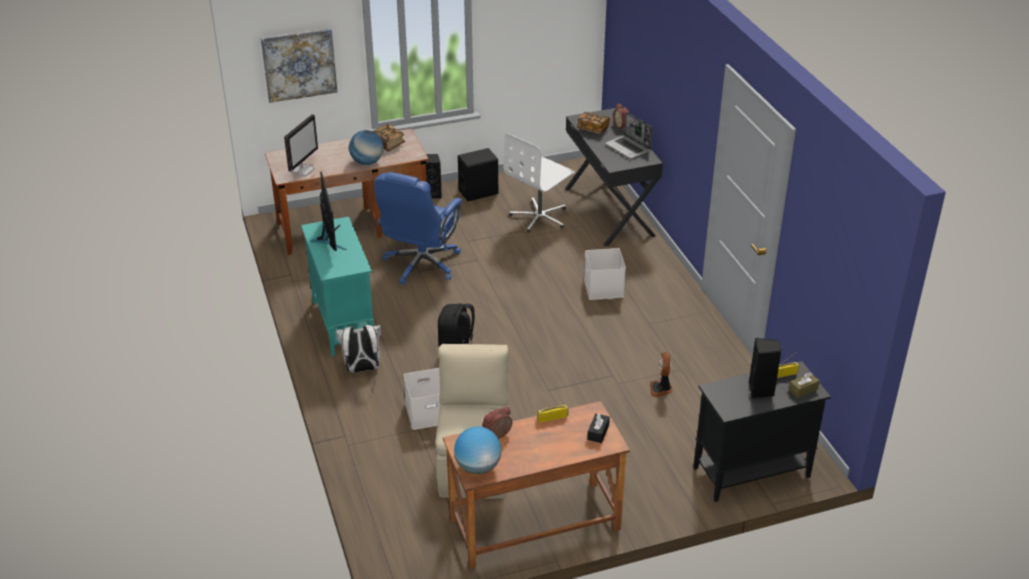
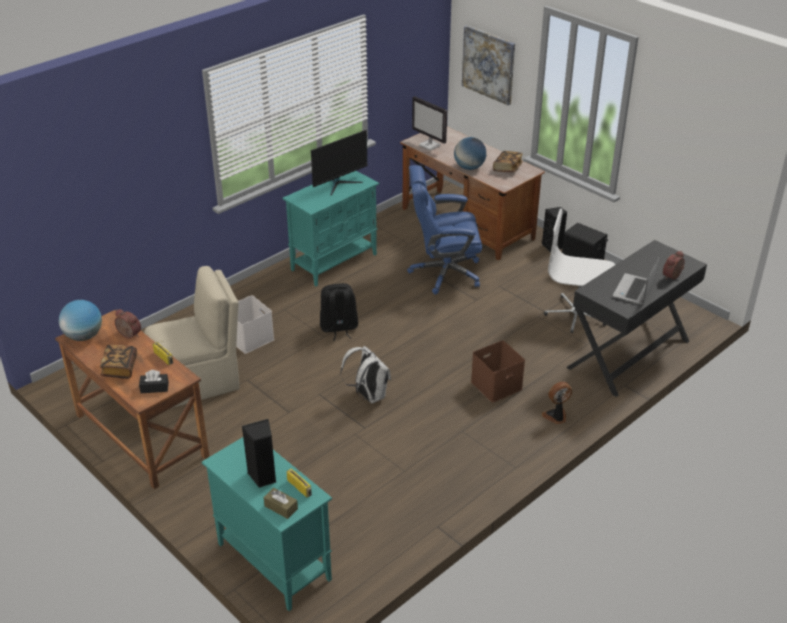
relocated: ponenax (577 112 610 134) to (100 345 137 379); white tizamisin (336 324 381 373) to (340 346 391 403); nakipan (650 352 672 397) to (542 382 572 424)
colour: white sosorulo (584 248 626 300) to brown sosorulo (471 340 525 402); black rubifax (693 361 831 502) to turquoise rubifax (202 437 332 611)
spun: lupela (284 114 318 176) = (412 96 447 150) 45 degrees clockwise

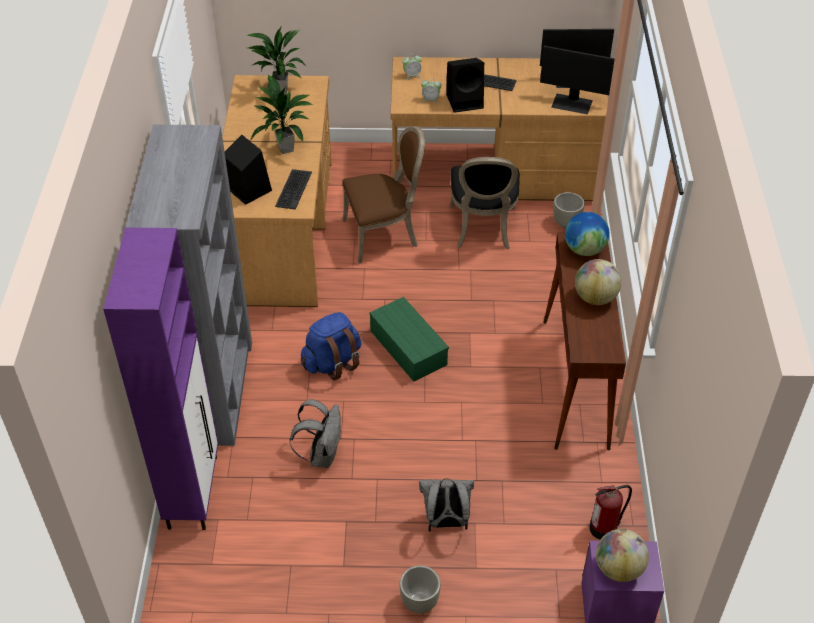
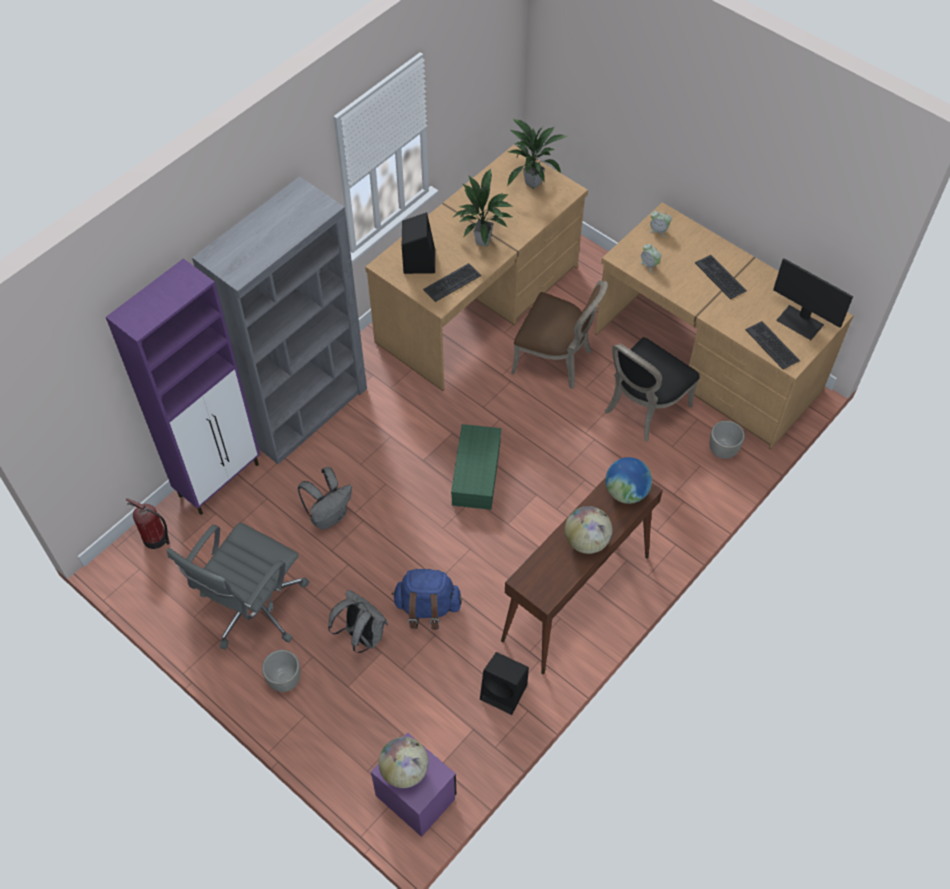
appeared: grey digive (167 523 309 649)
relocated: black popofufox (446 58 484 113) to (480 652 529 715); blue tizamisin (301 312 361 381) to (392 569 462 630); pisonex (589 485 632 540) to (126 498 170 549)
exchanged: lupela (540 46 615 115) to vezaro (746 321 800 370)

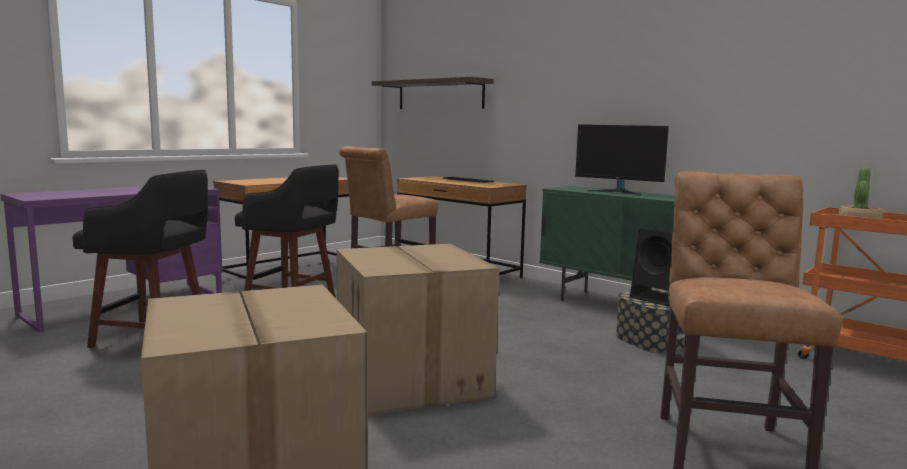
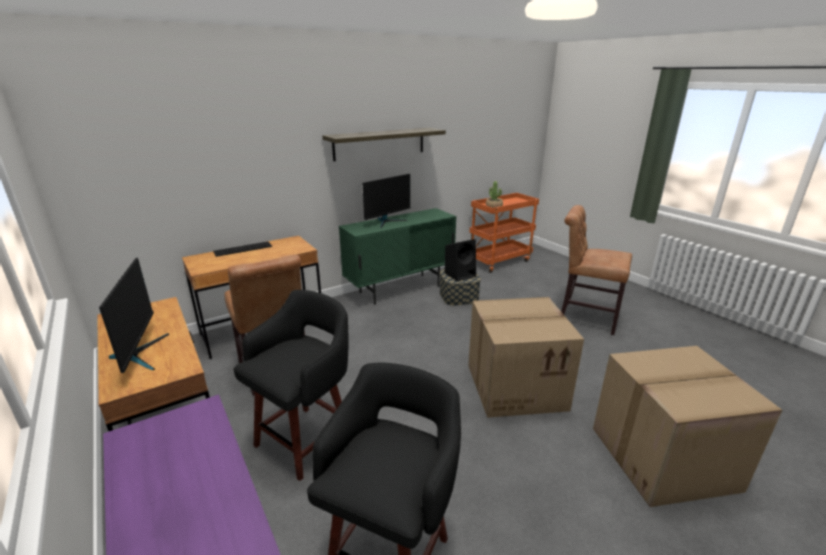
appeared: lupela (99 258 169 373)
relocated: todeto (372 76 494 109) to (322 128 446 161)

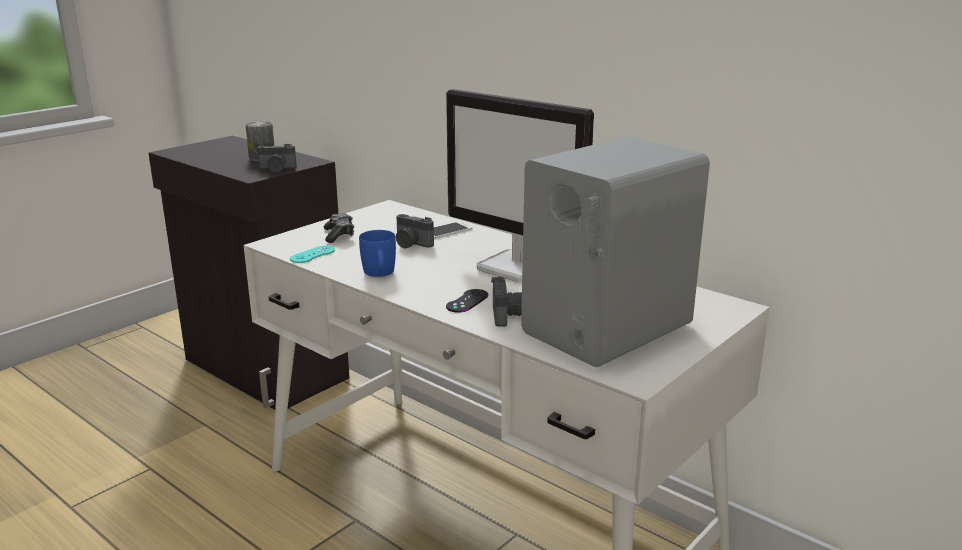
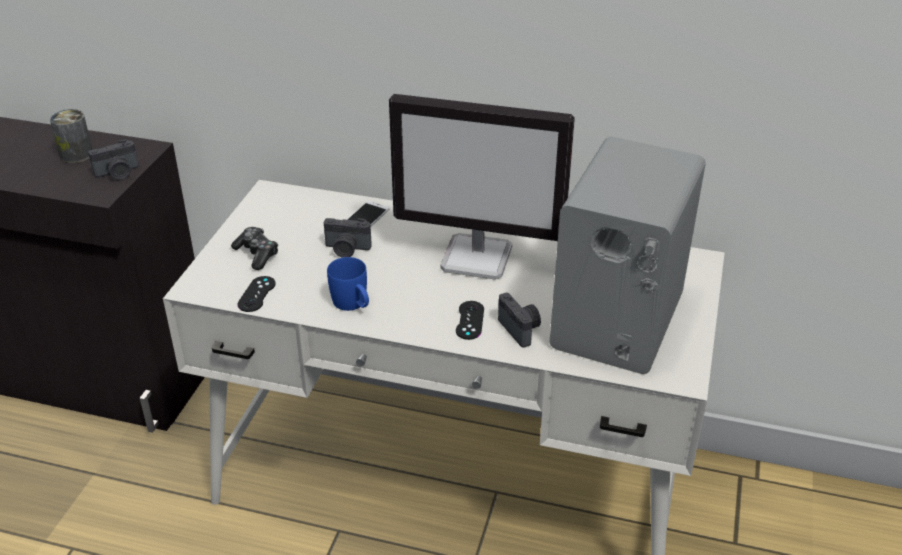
colour: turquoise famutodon (290 246 335 263) to black famutodon (237 276 276 312)

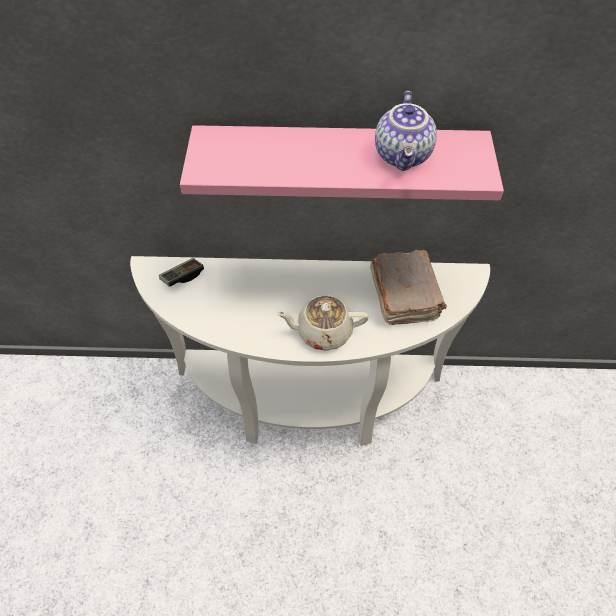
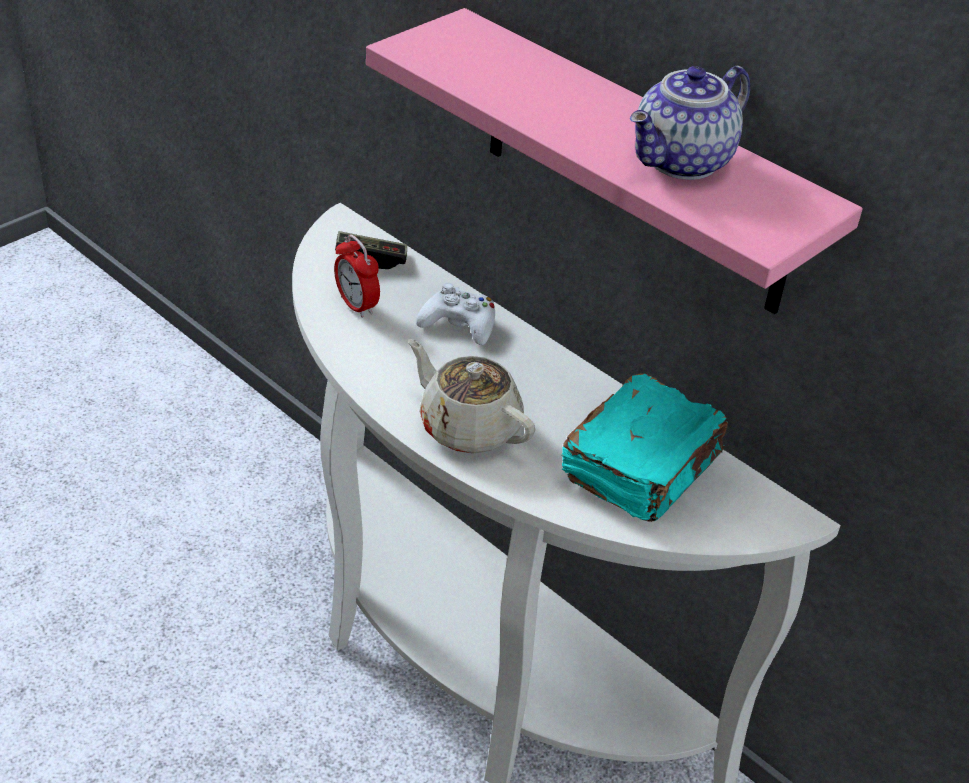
appeared: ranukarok (334 235 380 318); white famutodon (416 283 495 345)
colour: brown ponenax (370 249 447 325) to turquoise ponenax (561 374 728 522)

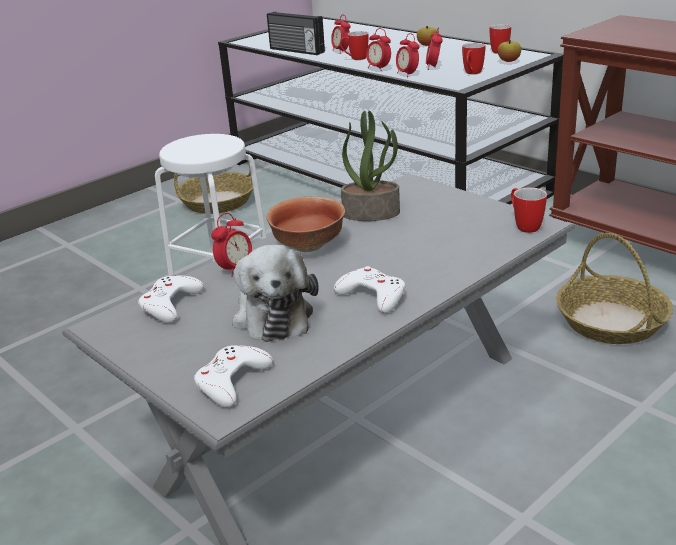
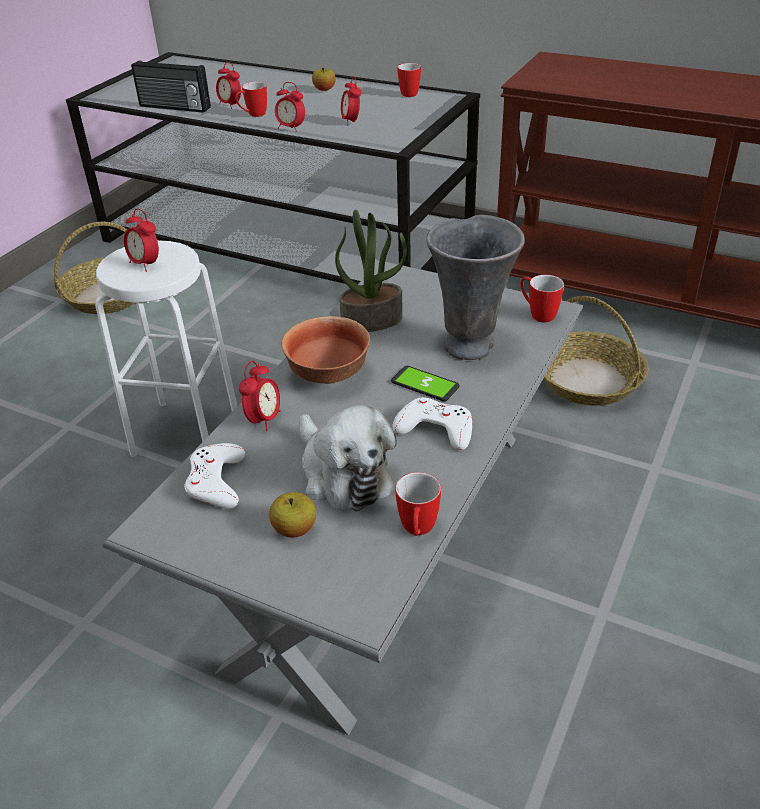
missing: white famutodon (194 345 273 408)
appeared: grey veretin (426 215 525 360); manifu (391 366 460 401)
relocated: ranukarok (396 33 419 77) to (124 208 159 272); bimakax (498 40 521 62) to (269 492 316 537); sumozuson (462 43 486 74) to (395 472 441 536)

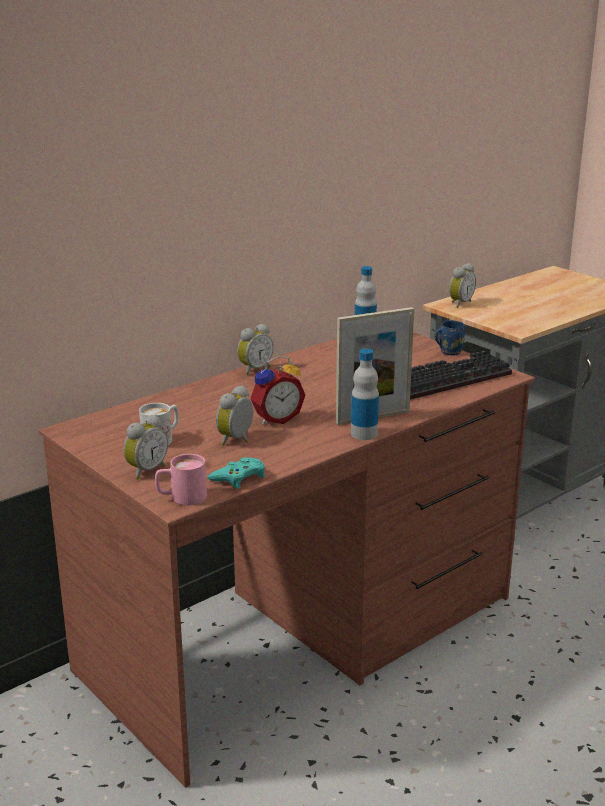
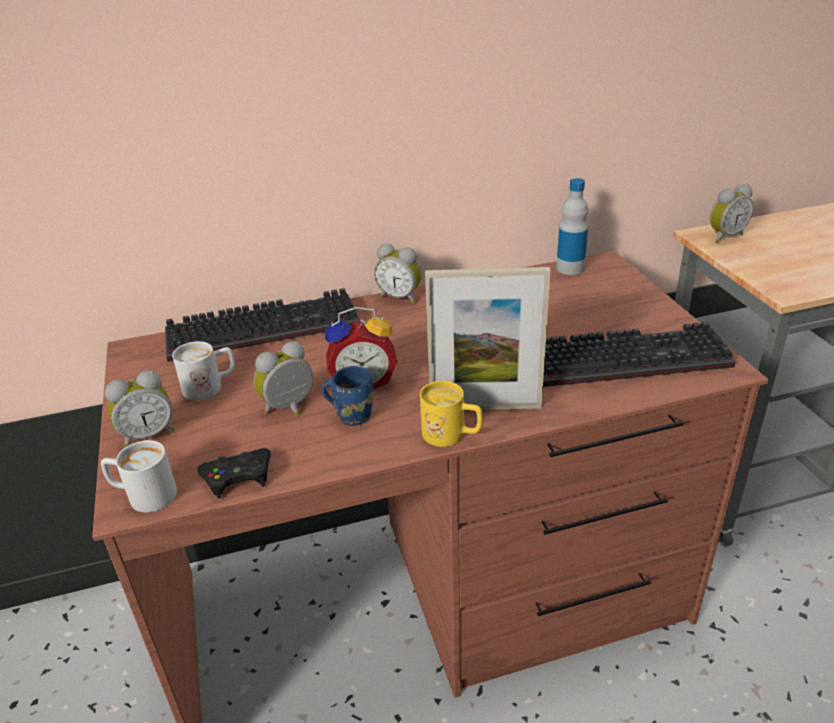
appeared: vezaro (165 288 360 362)
relocated: blue sumozuson (434 320 466 356) to (322 366 373 426)
exchanged: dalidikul (351 349 379 440) to yellow sumozuson (420 381 483 447)
colour: pink sumozuson (155 454 207 505) to white sumozuson (101 440 177 512); turquoise famutodon (207 458 265 489) to black famutodon (197 448 271 499)
spun: ranukarok (237 324 274 375) = (374 244 422 304) 45 degrees clockwise

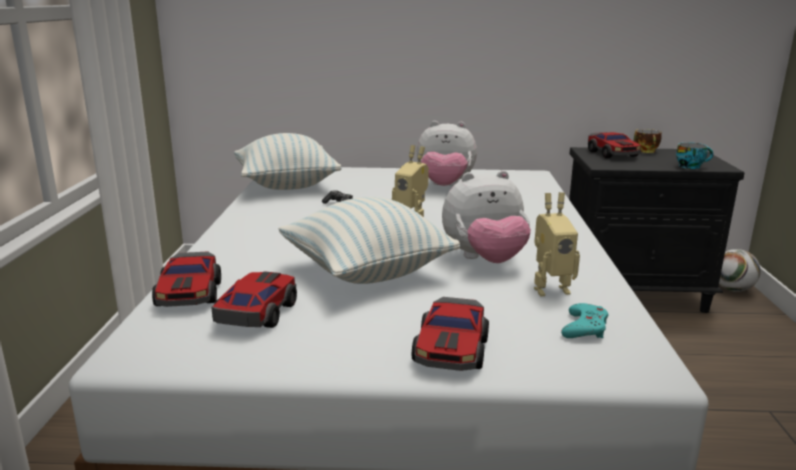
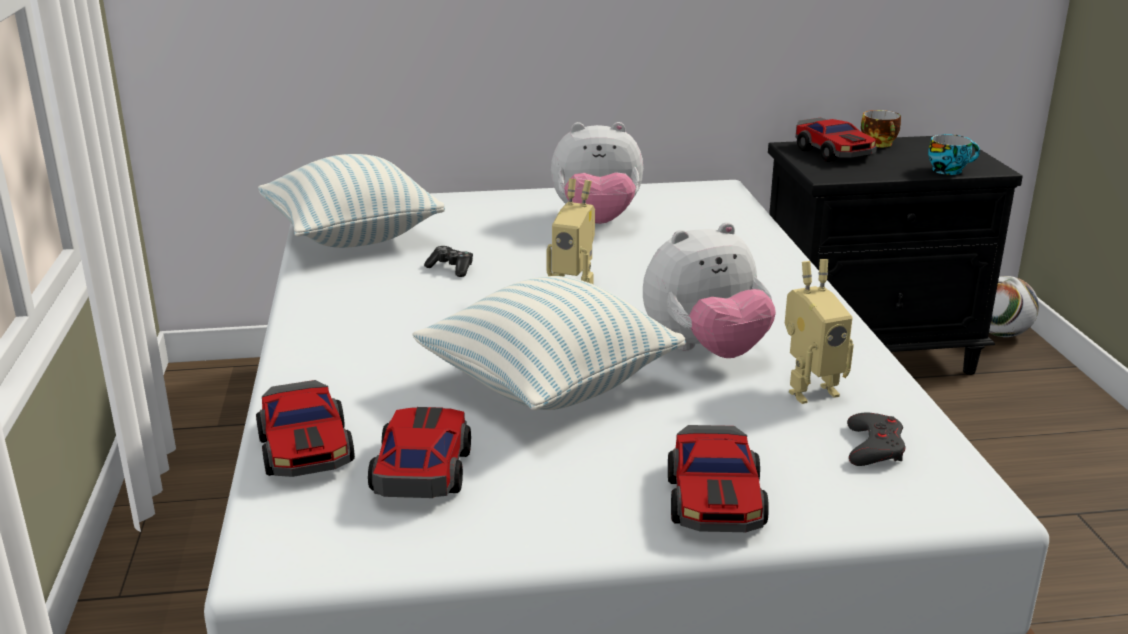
colour: turquoise famutodon (561 303 608 338) to grey famutodon (847 412 906 466)

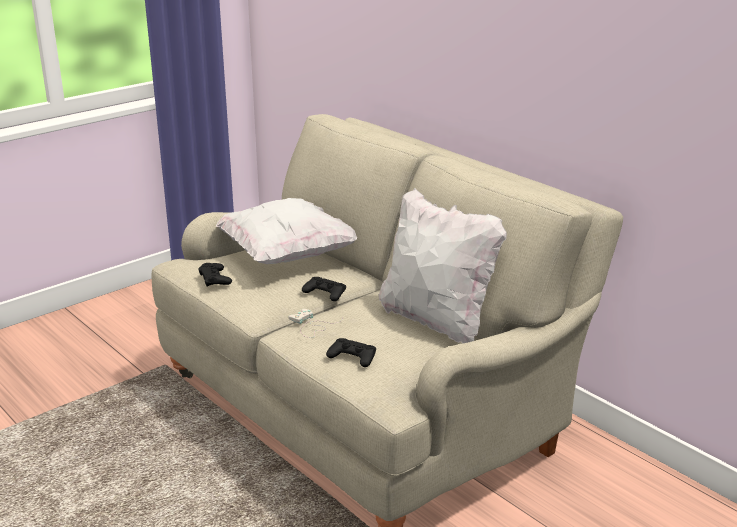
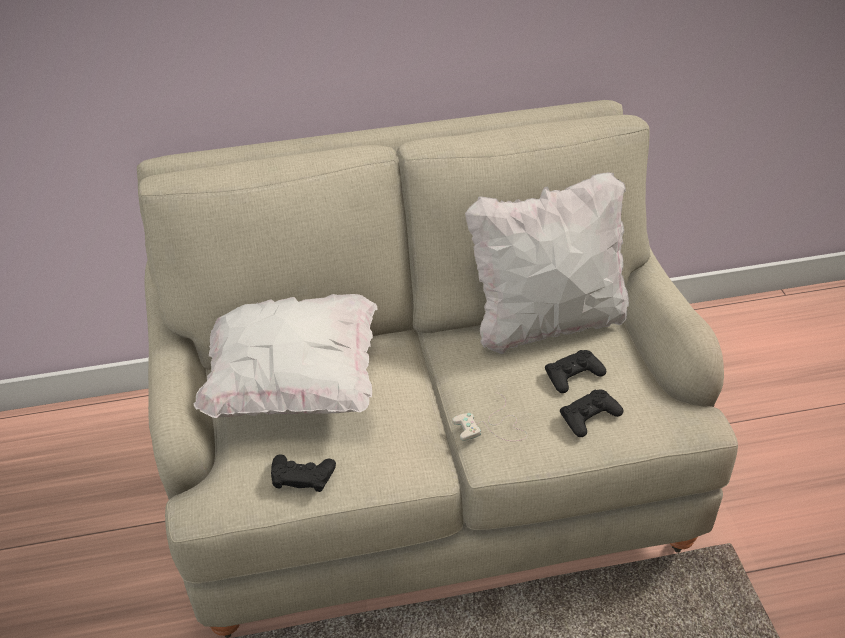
relocated: black famutodon (302 277 346 301) to (545 350 607 393)

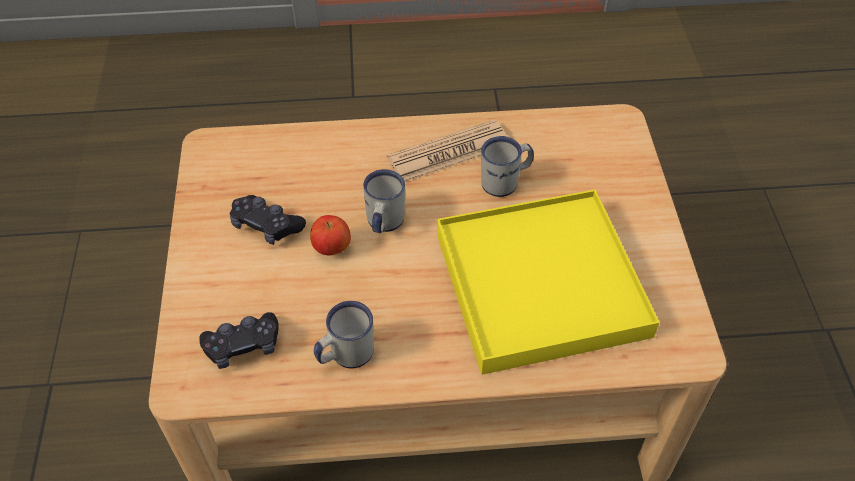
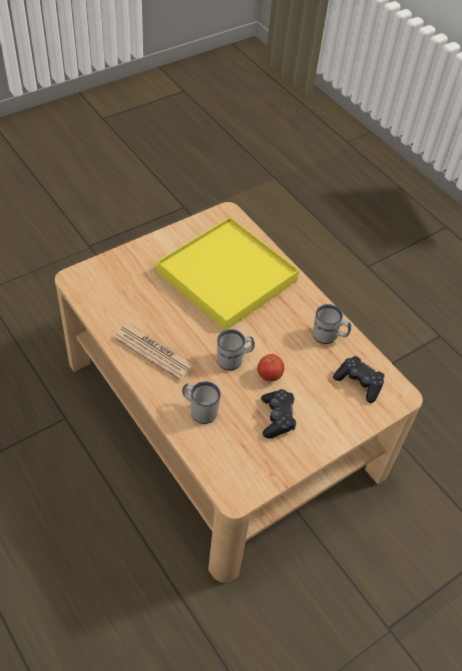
relocated: white sumozuson (481 136 534 197) to (182 382 221 424)

